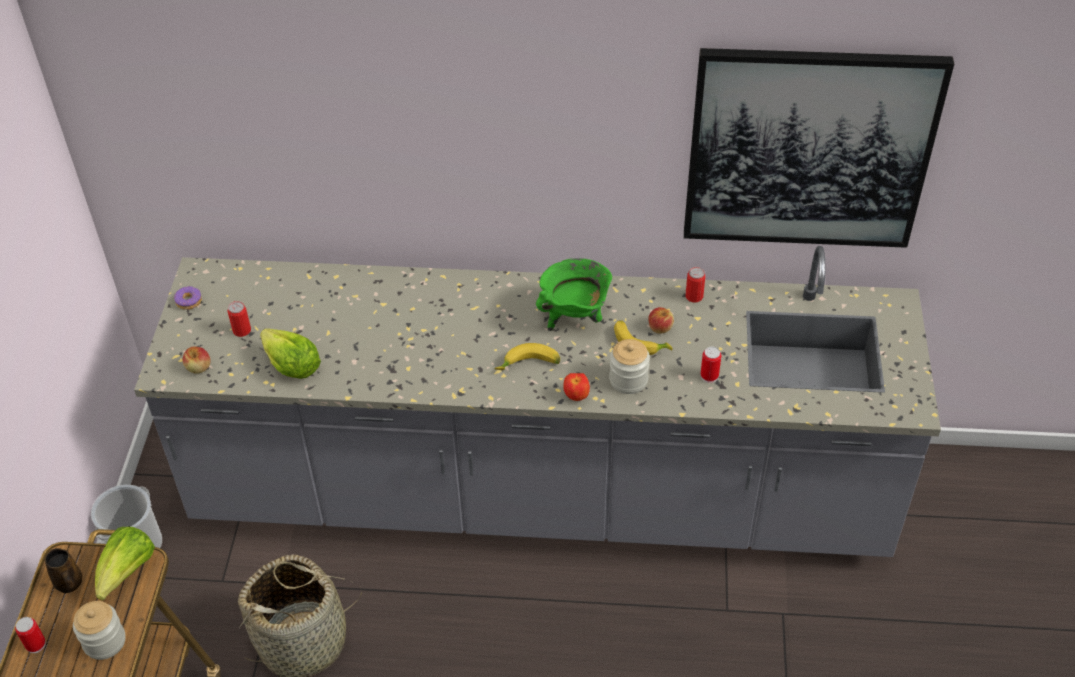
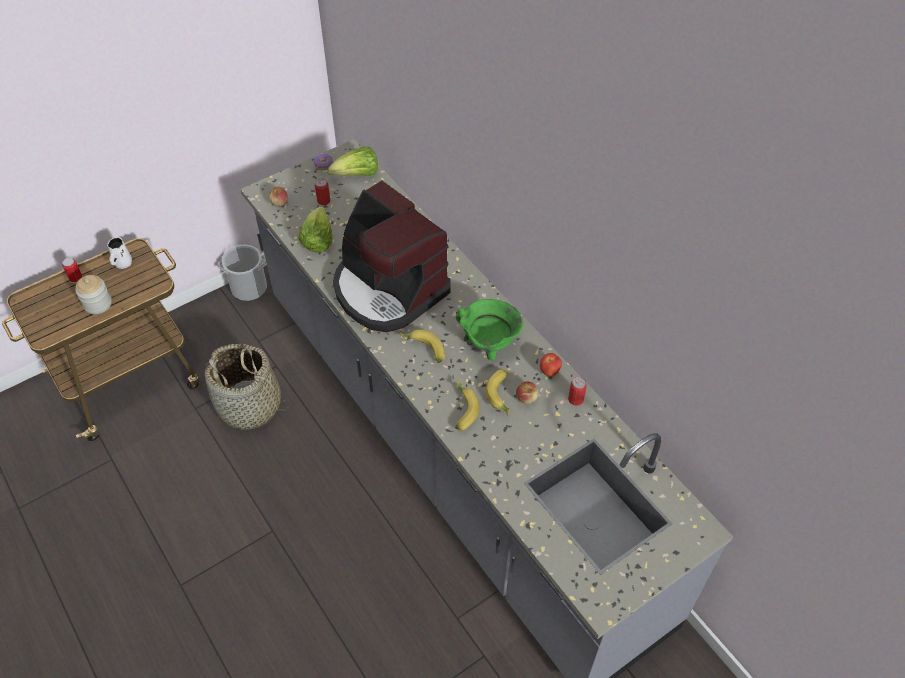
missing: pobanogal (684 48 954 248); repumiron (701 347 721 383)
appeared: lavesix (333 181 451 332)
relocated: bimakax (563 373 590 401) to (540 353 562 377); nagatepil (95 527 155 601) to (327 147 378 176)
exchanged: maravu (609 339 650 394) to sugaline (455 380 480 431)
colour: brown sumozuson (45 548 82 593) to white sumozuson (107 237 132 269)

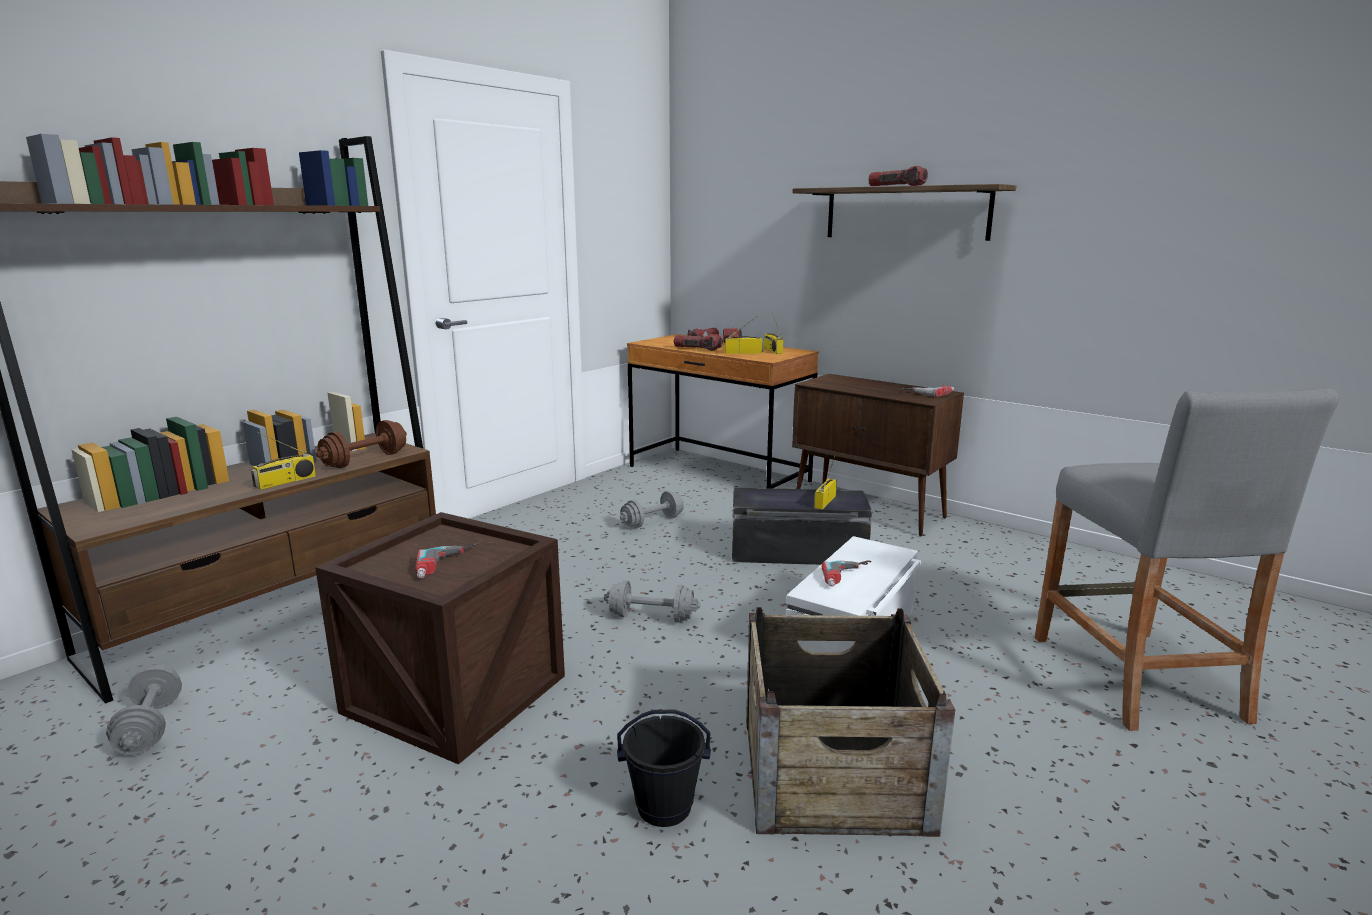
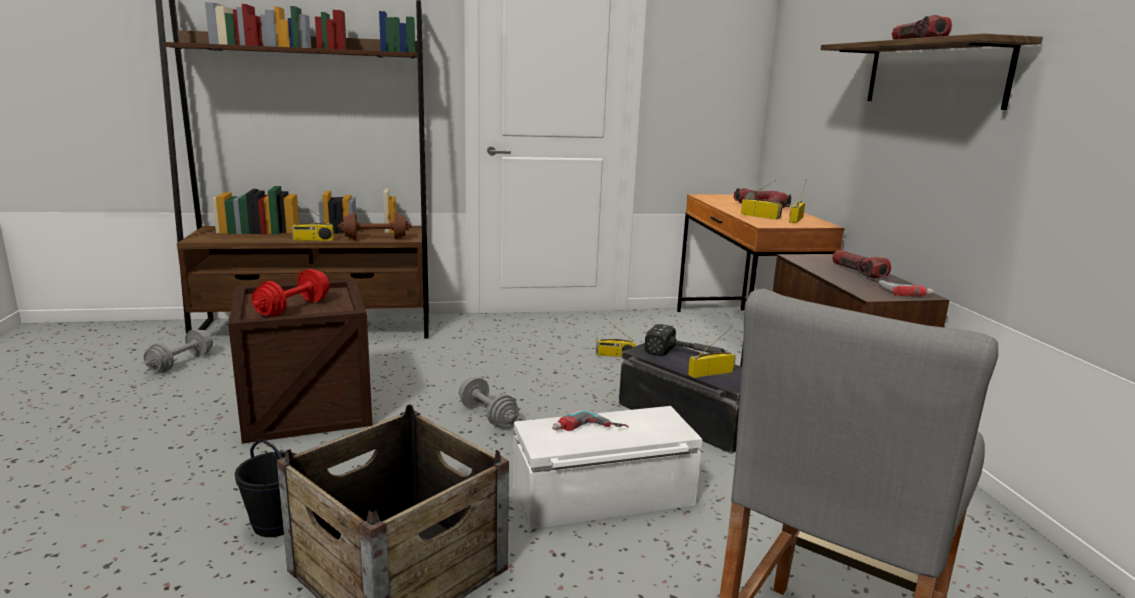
appeared: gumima (644 324 726 356)
relocated: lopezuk (674 334 723 351) to (832 250 891 278)
exchanged: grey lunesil (620 491 684 528) to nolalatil (596 319 635 357); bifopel (415 543 481 578) to red lunesil (252 269 329 317)

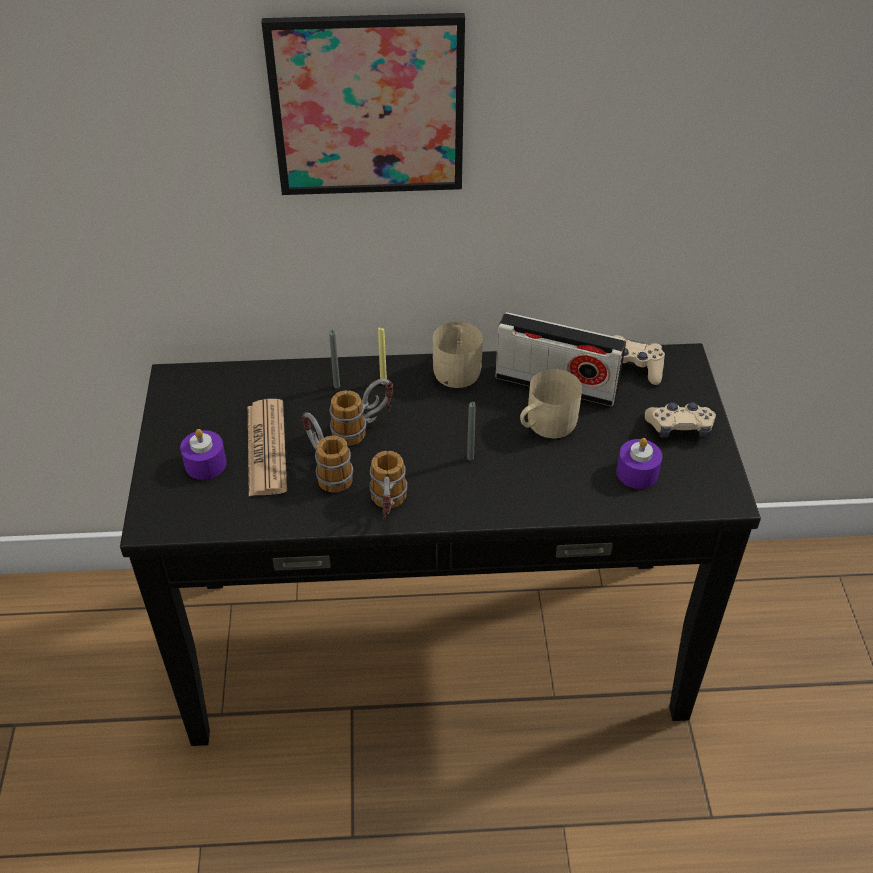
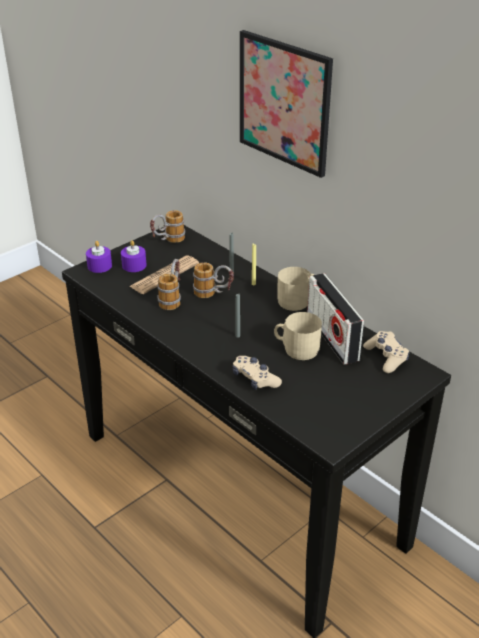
relocated: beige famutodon (645 402 716 438) to (232 356 282 390); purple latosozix (616 438 662 489) to (86 241 112 273); sumozuson (370 451 407 519) to (150 210 185 243)

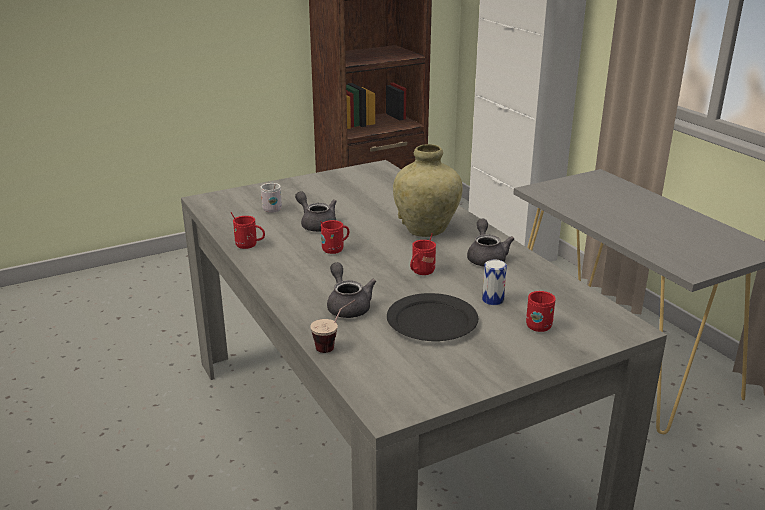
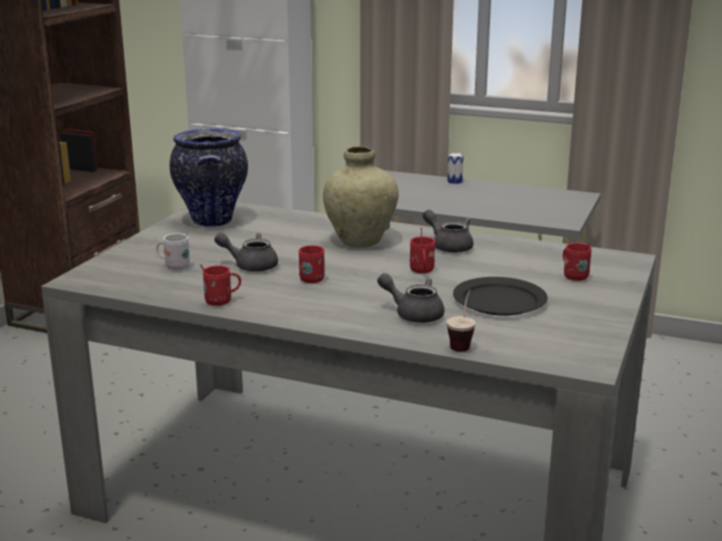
appeared: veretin (170 128 248 227)
relocated: repumiron (482 259 507 305) to (447 153 464 184)

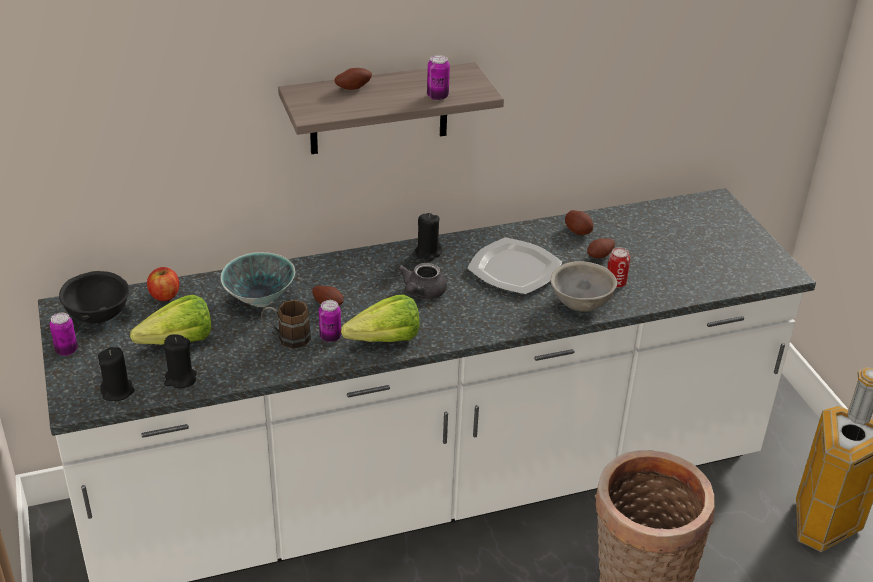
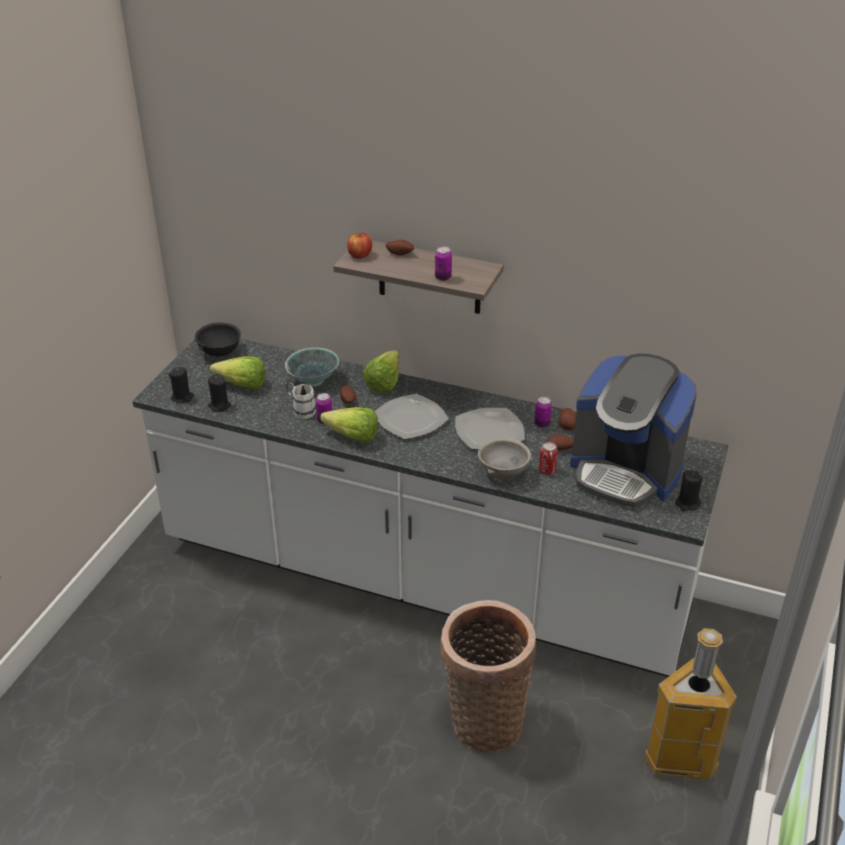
appeared: nagatepil (363 350 399 393); lavesix (570 354 697 507)
relocated: black latosozix (415 213 442 261) to (675 470 703 511); bimakax (147 267 179 301) to (347 232 372 259); repumiron (50 313 78 356) to (535 397 552 428)
exchanged: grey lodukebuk (398 263 447 299) to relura (375 394 449 439)
colour: brown sumozuson (261 300 311 349) to white sumozuson (286 382 316 419)

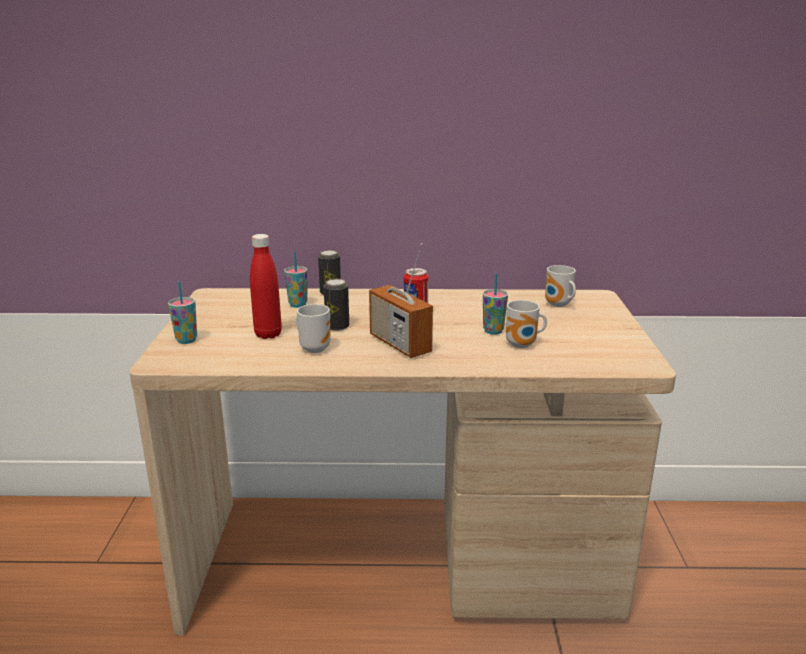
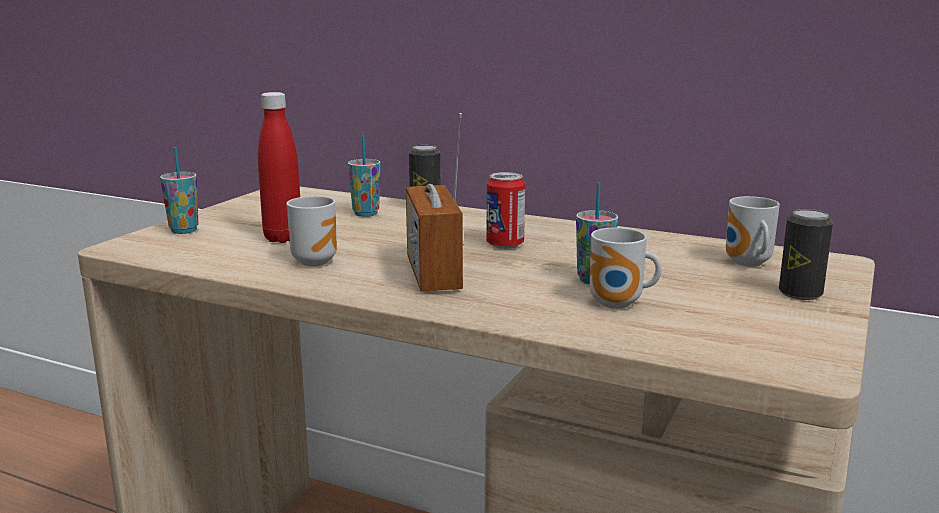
relocated: repumiron (324 279 349 331) to (779 209 833 300)

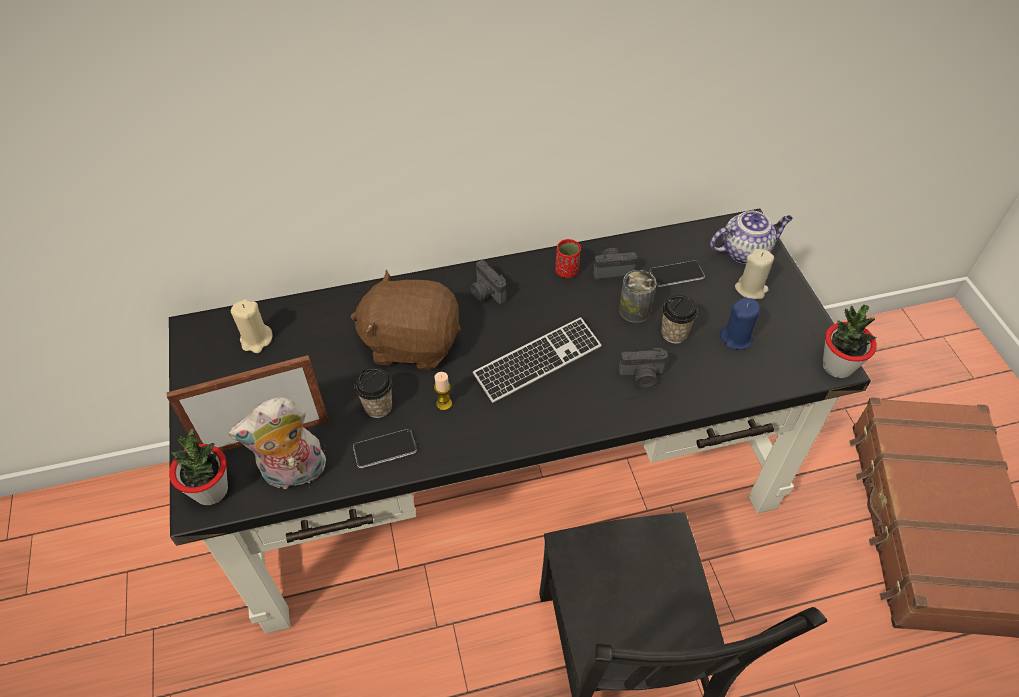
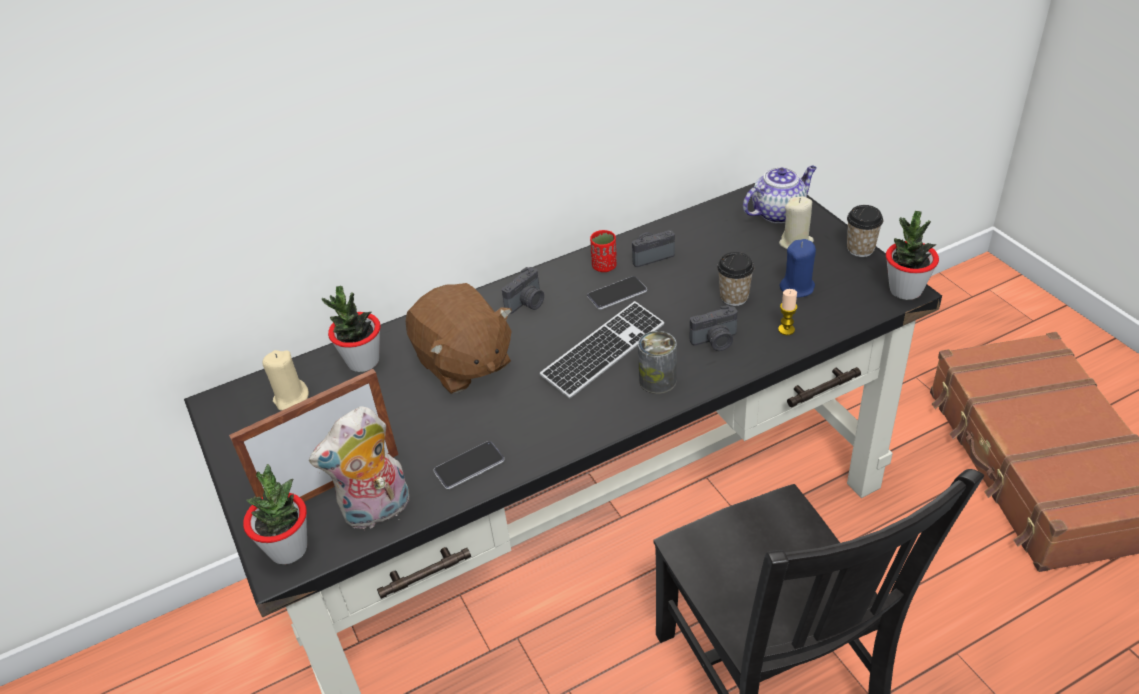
appeared: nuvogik (322 286 380 372)
relocated: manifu (650 261 705 287) to (587 276 647 310); repumiron (619 270 657 323) to (638 331 677 394); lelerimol (355 367 392 418) to (847 205 883 257); latosozix (434 372 452 411) to (778 289 797 335)
spun: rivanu (470 260 506 305) = (502 267 544 314) 90 degrees counterclockwise; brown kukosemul (350 270 461 370) = (406 283 512 394) 120 degrees counterclockwise

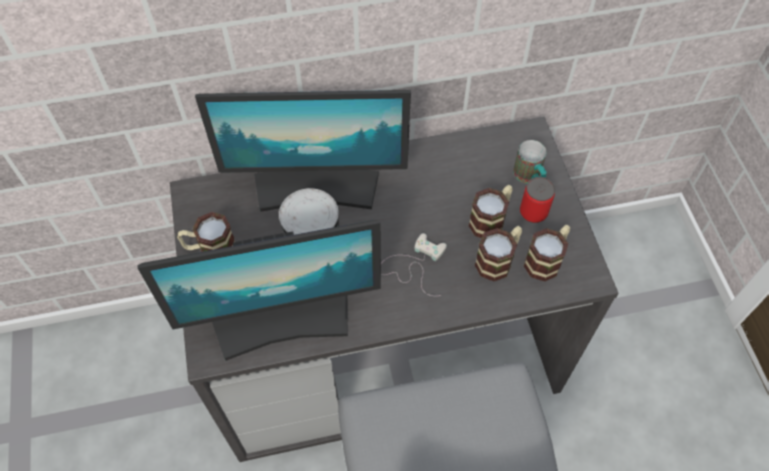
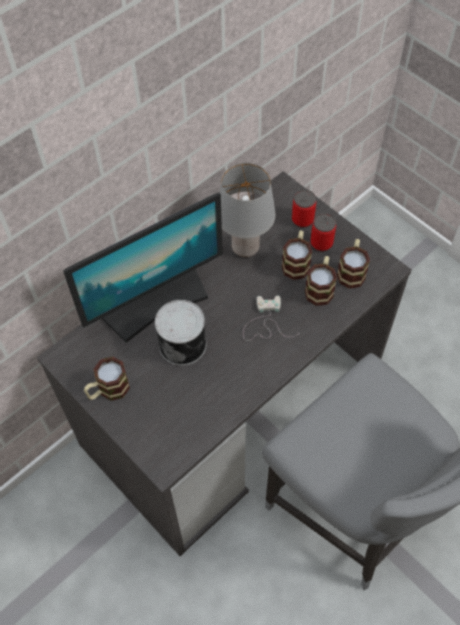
missing: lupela (137 220 381 361)
appeared: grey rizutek (220 163 275 257)
exchanged: sumozuson (513 140 547 183) to repumiron (292 190 316 228)

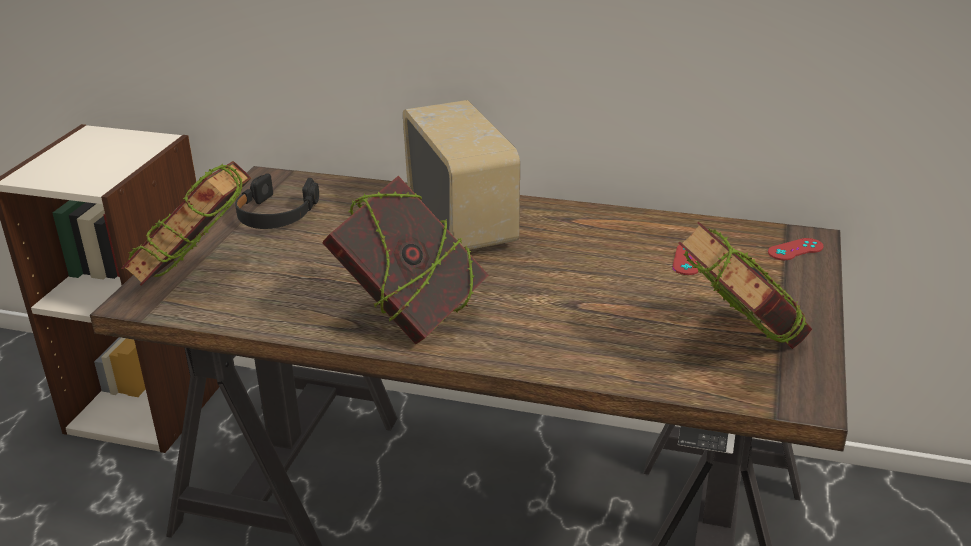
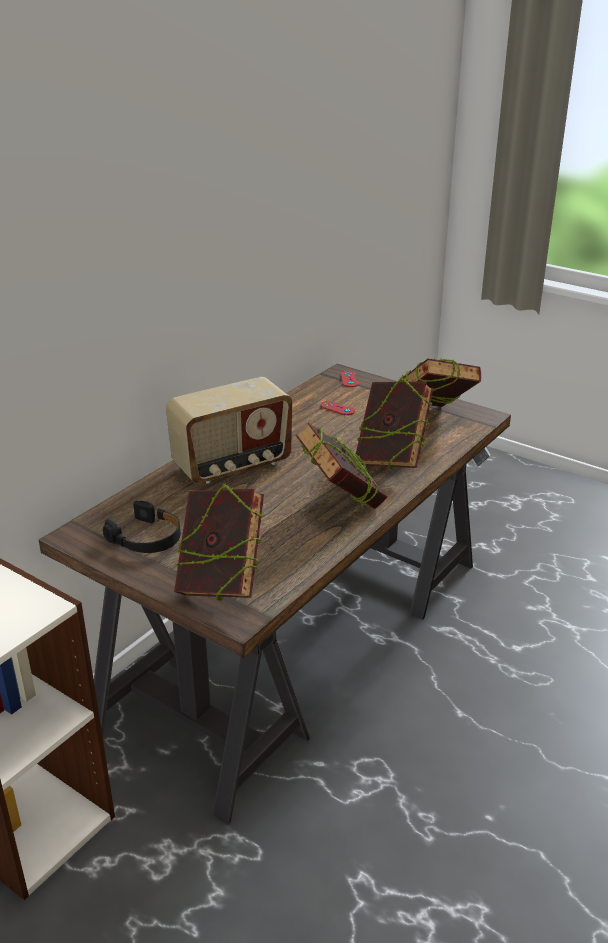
appeared: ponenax (356 377 434 470)
spun: nolalatil (403 100 520 250) = (166 377 292 484) 150 degrees clockwise

